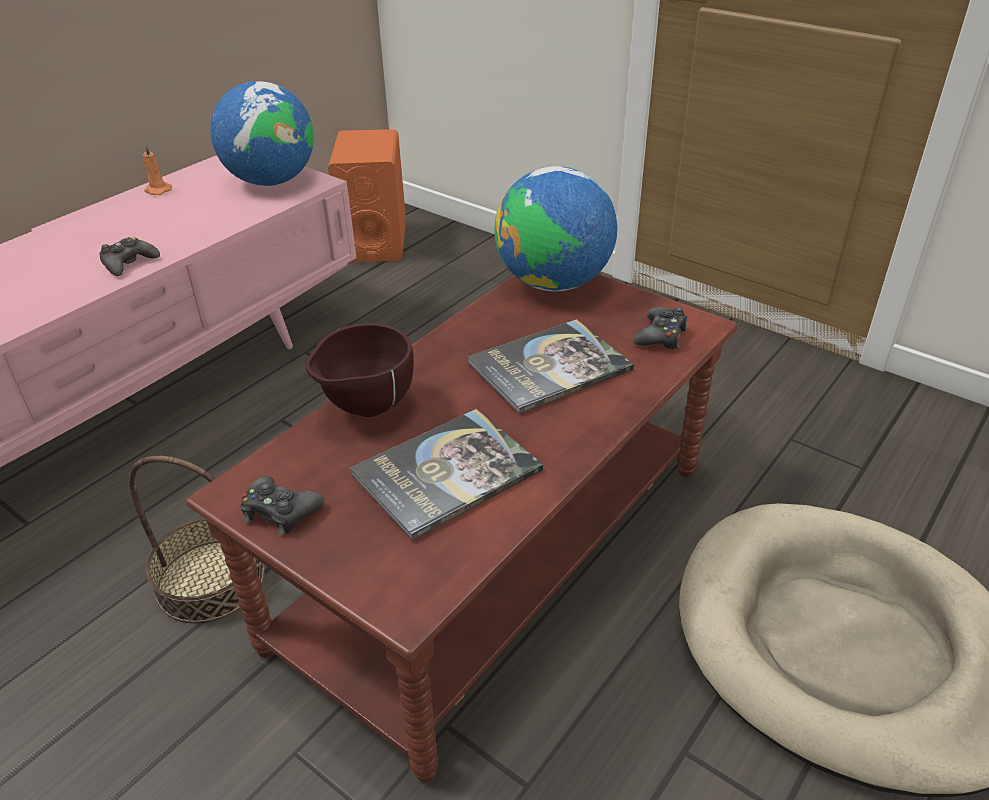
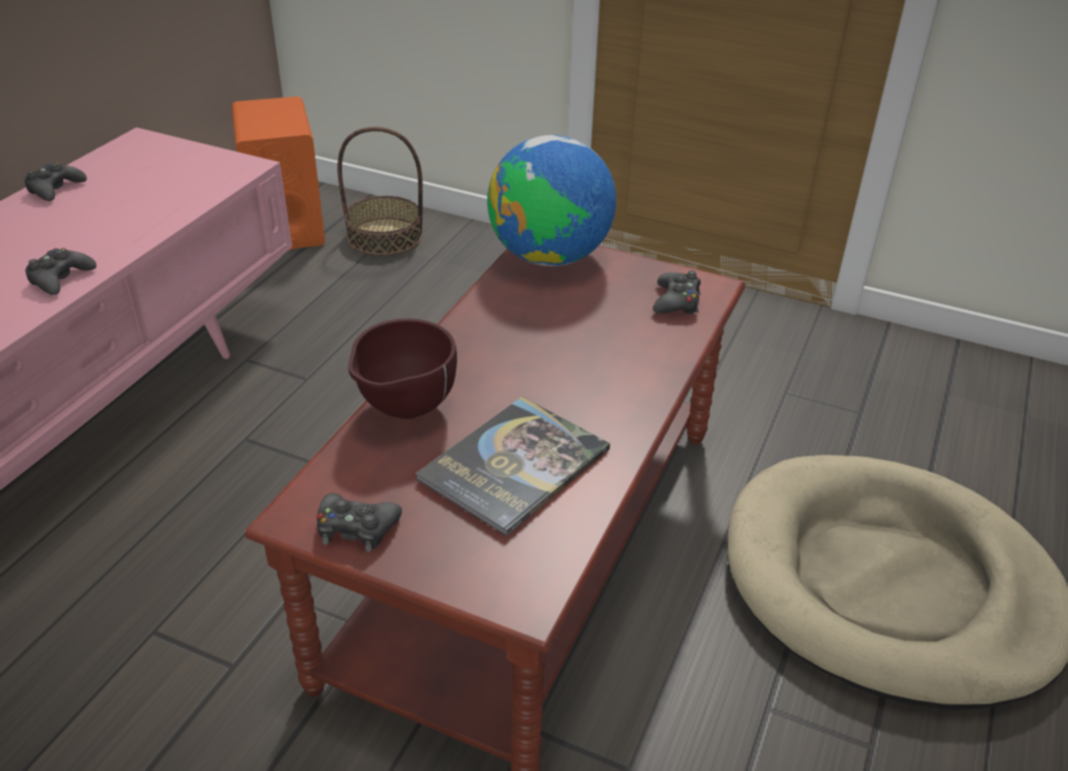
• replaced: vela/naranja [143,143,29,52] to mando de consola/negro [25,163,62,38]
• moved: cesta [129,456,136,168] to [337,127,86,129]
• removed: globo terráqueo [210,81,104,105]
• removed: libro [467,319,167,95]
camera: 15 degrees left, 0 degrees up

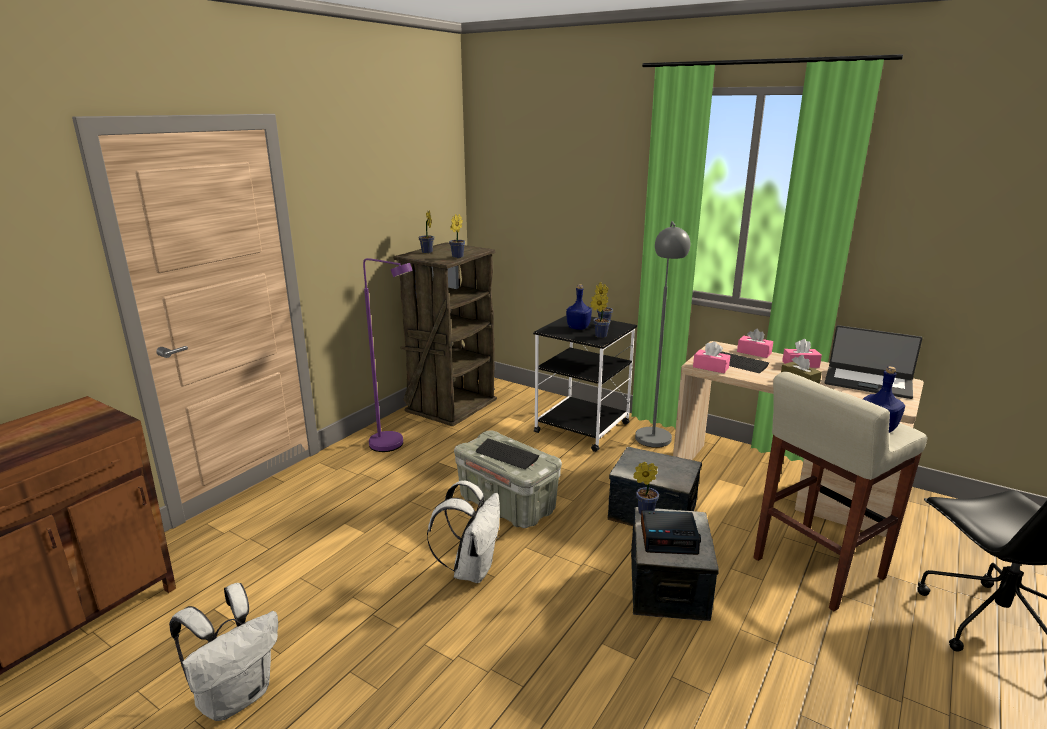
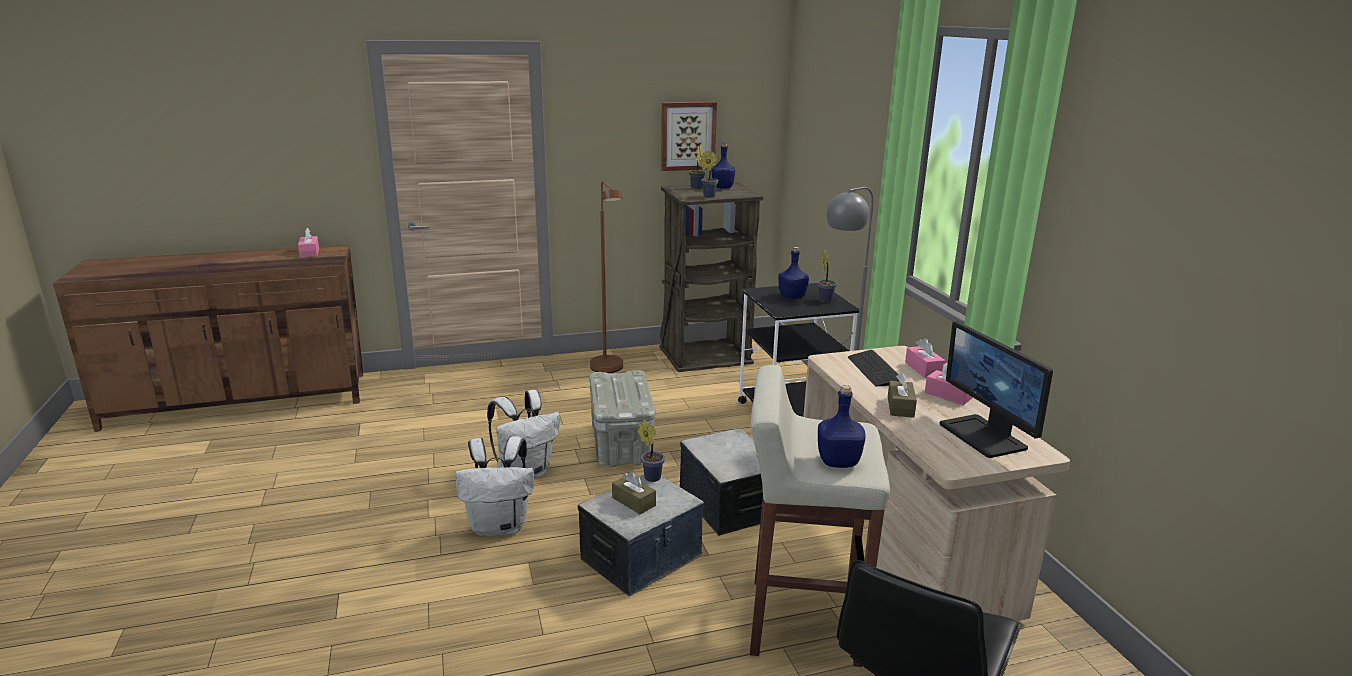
• moved: caja de pañuelos/rosa [693,342,38,31] to [298,228,21,30]
• moved: mochila/blanco [169,583,109,138] to [456,436,78,101]
• recoloured: lámpara de pie/morado [363,258,50,194] to lámpara de pie/marrón [590,181,33,192]
• replaced: despertador [641,510,60,45] to caja de pañuelos/marrón [612,471,44,43]
• added: cuadro [661,102,56,69]
• added: botella/azul [711,143,24,45]
• replaced: portátil [825,325,97,74] to monitor [939,321,114,137]
• removed: teclado [476,438,63,31]
• removed: planta en maceta [590,293,20,45]
camera: 40 degrees right, 0 degrees up

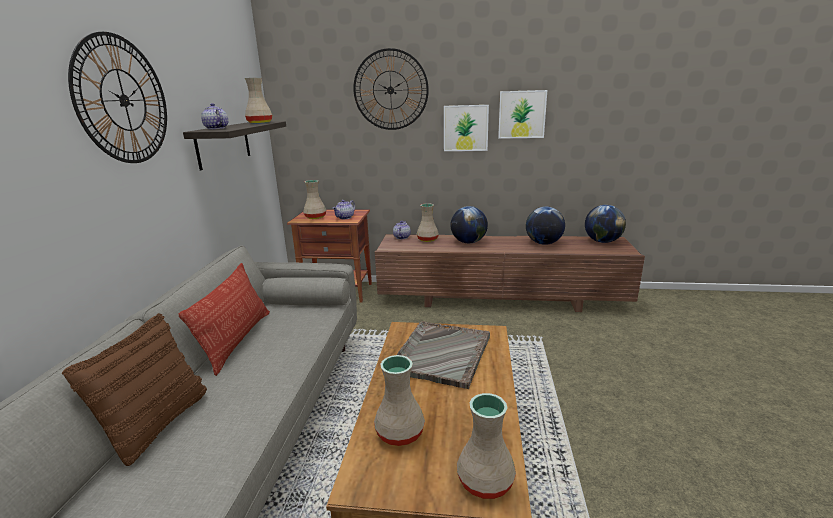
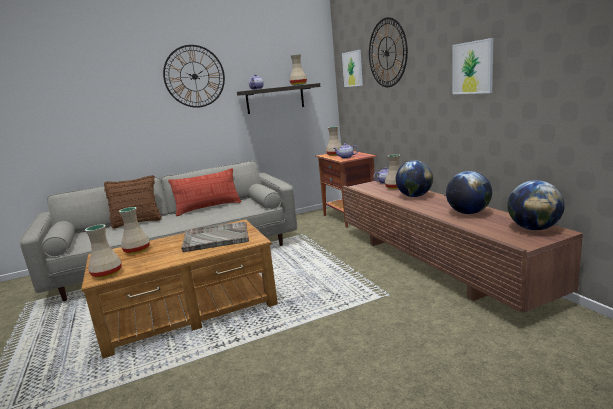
• moved: cuadro [444,105,45,46] to [342,50,21,37]
camera: 60 degrees right, 5 degrees down

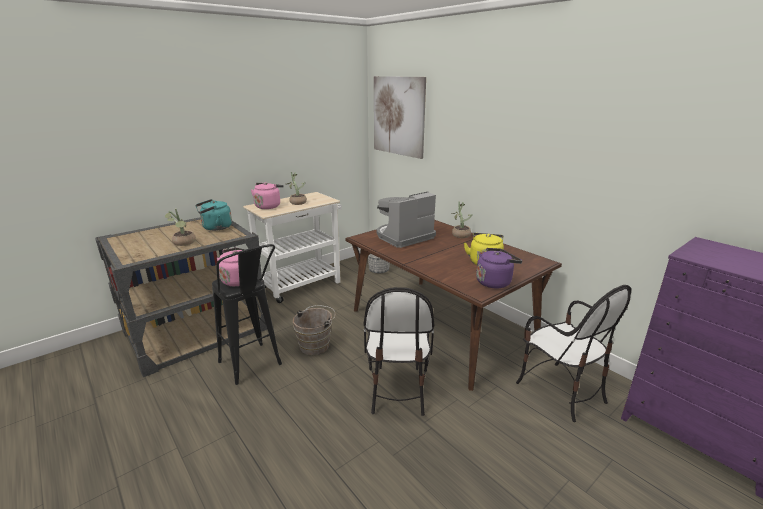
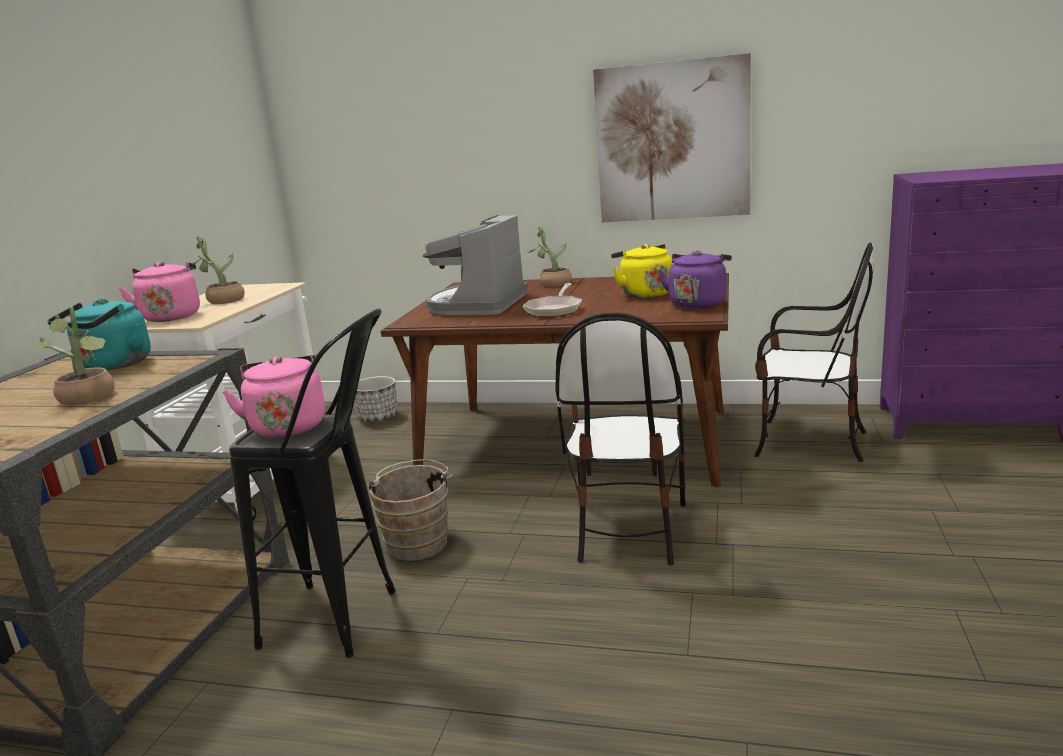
• added: sartén [523,283,59,34]
• turned: silla [363,287,72,129] = [556,313,130,252] 45 degrees clockwise
• moved: cuadro [374,76,52,83] to [593,53,158,169]
camera: 35 degrees left, 5 degrees down

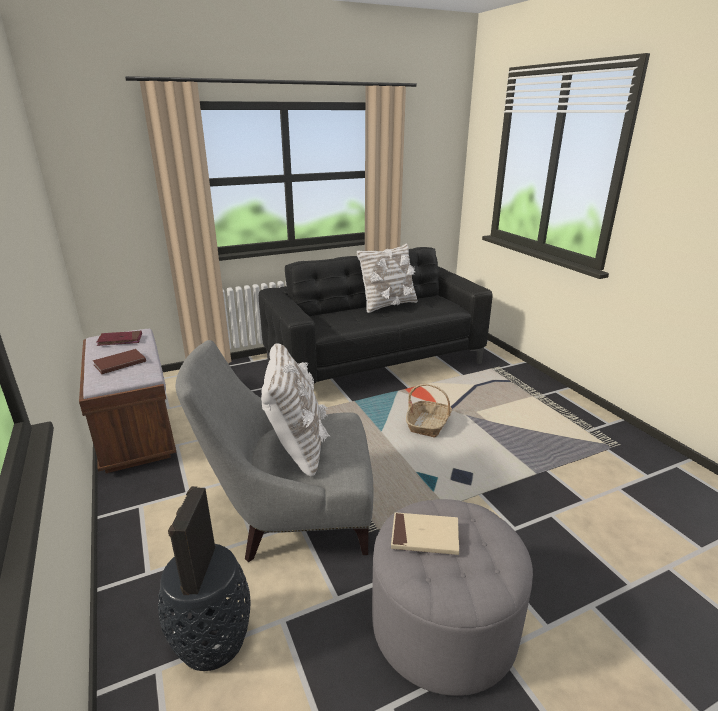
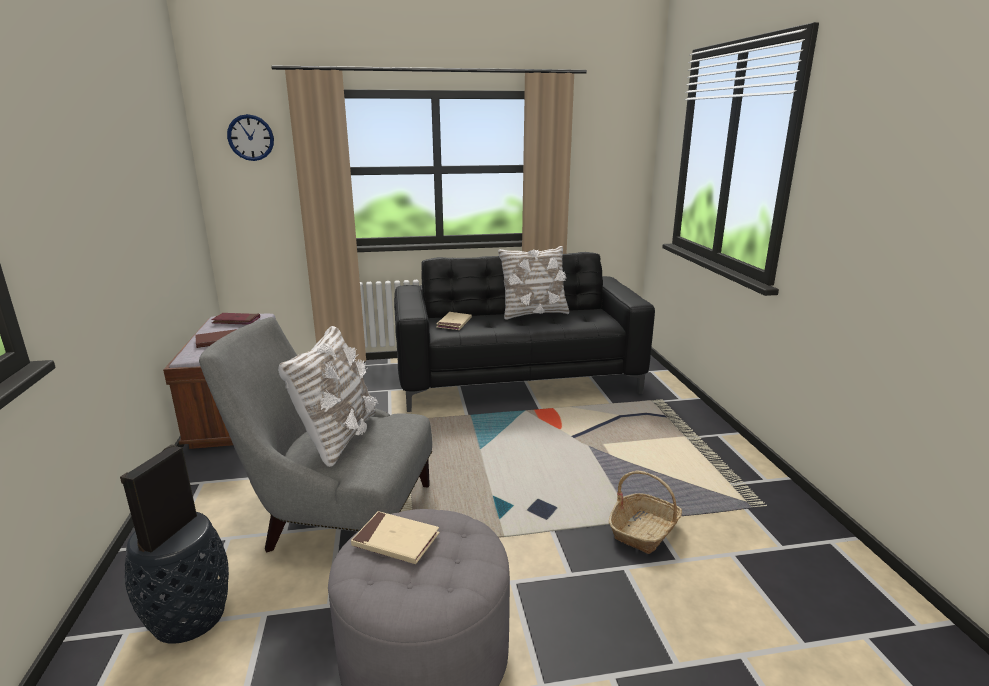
• added: reloj de pared [227,114,47,47]
• added: libro/beis [437,312,35,18]
• moved: cesta [406,384,46,54] to [609,470,73,84]
camera: 15 degrees right, 5 degrees down

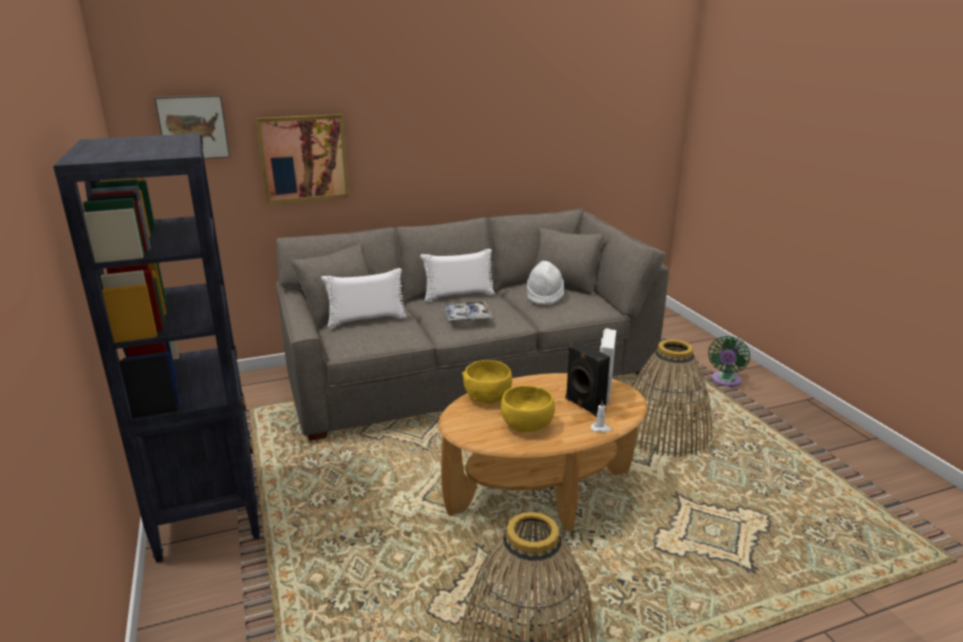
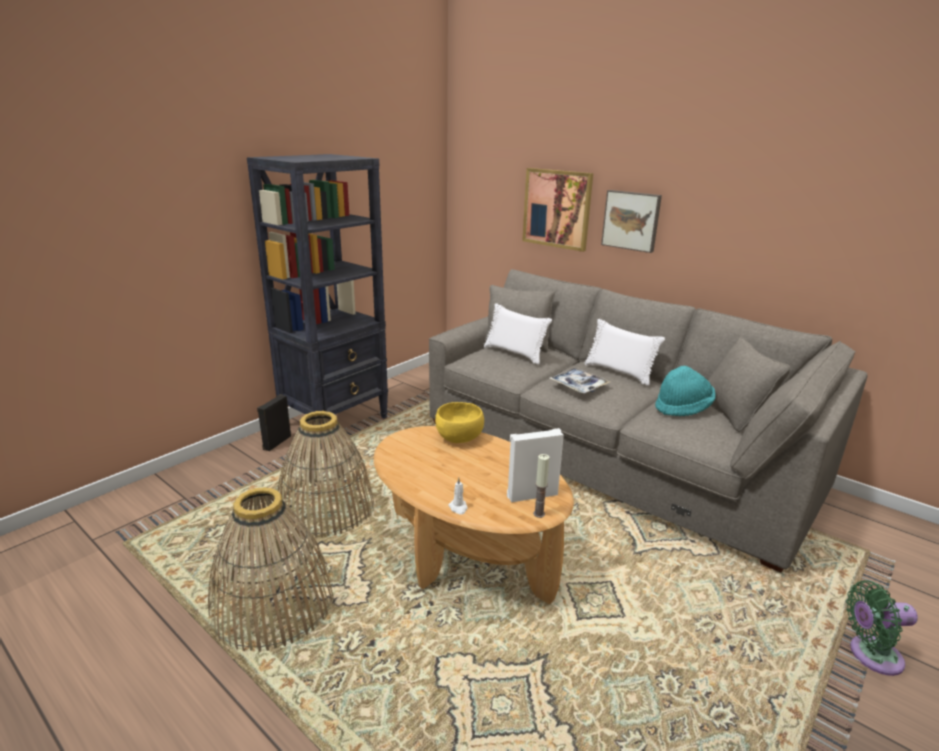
• moved: altavoz/negro [566,341,44,76] to [257,394,34,57]
• moved: cesta [632,339,80,118] to [278,411,96,127]
• added: vela [533,454,16,64]
• moved: cuadro [154,95,76,64] to [601,190,61,63]
• recoloured: sombrero/blanco [527,261,37,44] to sombrero/turquesa [655,365,61,51]
• removed: cuenco/amarillo [501,386,54,46]
camera: 60 degrees right, 0 degrees up

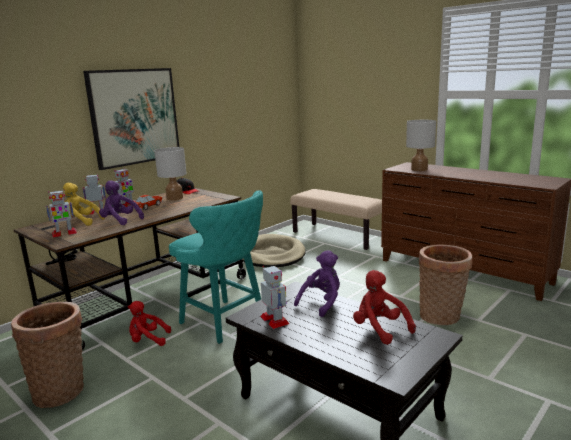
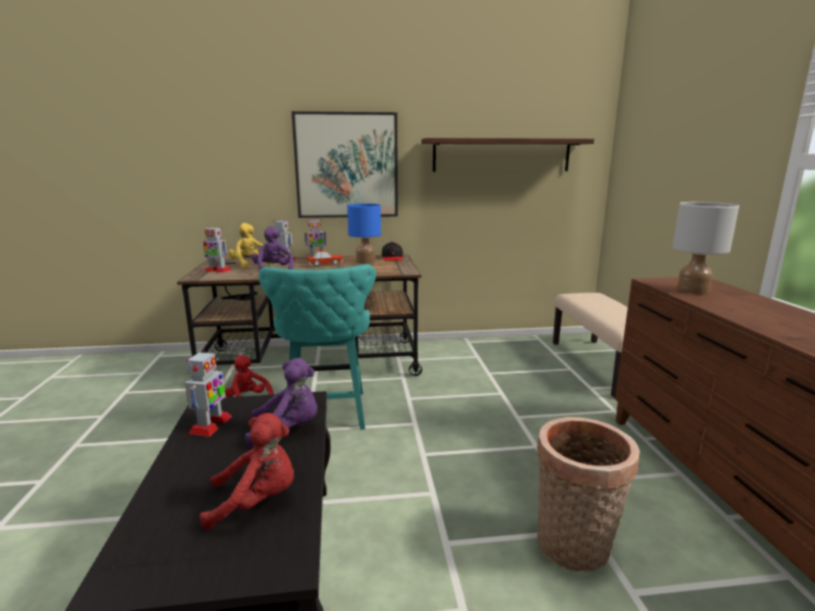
• turned: peluche/rojo [353,270,63,75] = [199,413,95,117] 75 degrees clockwise
• recoloured: lámpara de mesa/gris [154,147,33,53] to lámpara de mesa/azul [347,203,34,61]
• added: estante [422,138,172,34]
• removed: cesta [11,302,73,106]
• removed: cama para perro/beis [243,234,63,33]
camera: 40 degrees right, 0 degrees up

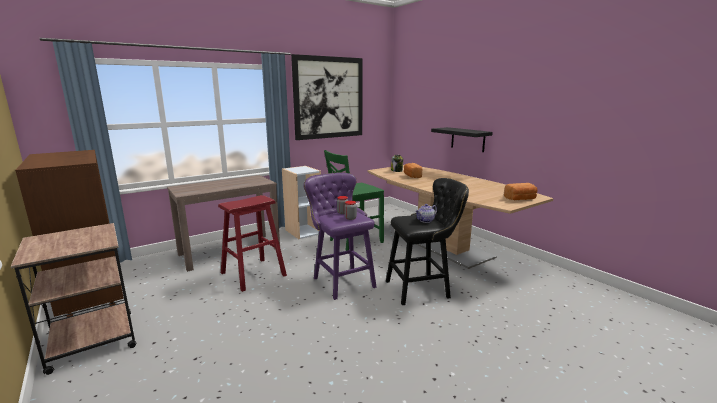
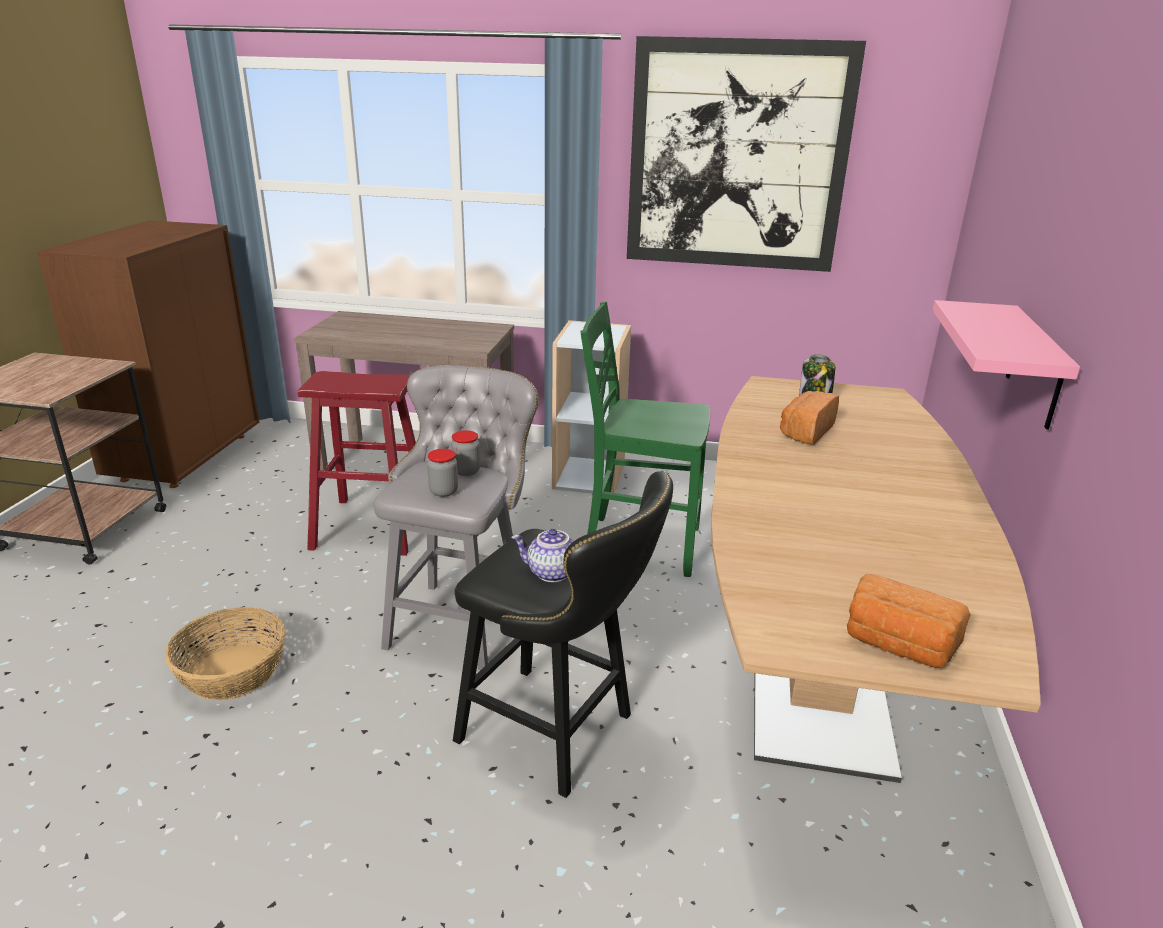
• added: cesta [165,607,121,93]
• recoloured: taburete/morado [303,172,74,128] to taburete/gris [373,364,166,306]
• recoloured: estante/negro [431,127,62,25] to estante/rosa [933,300,147,129]
camera: 45 degrees right, 10 degrees up

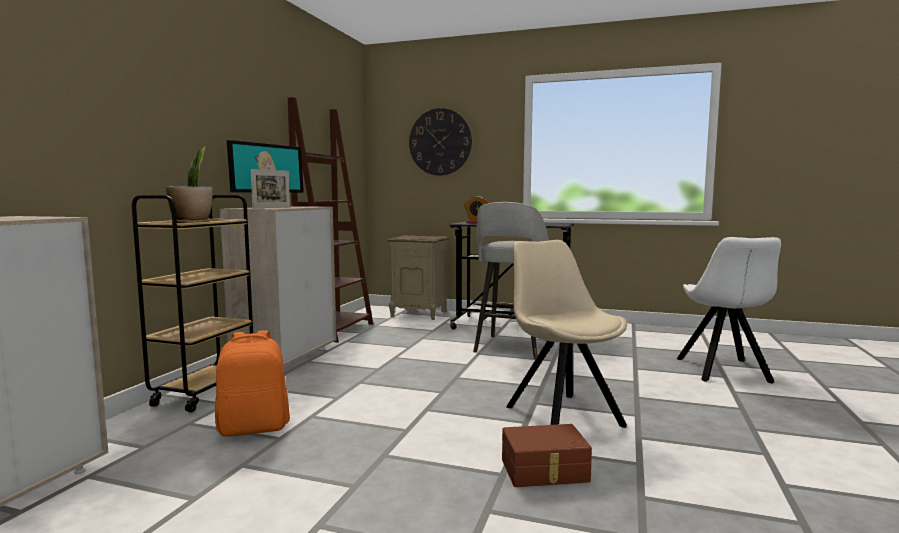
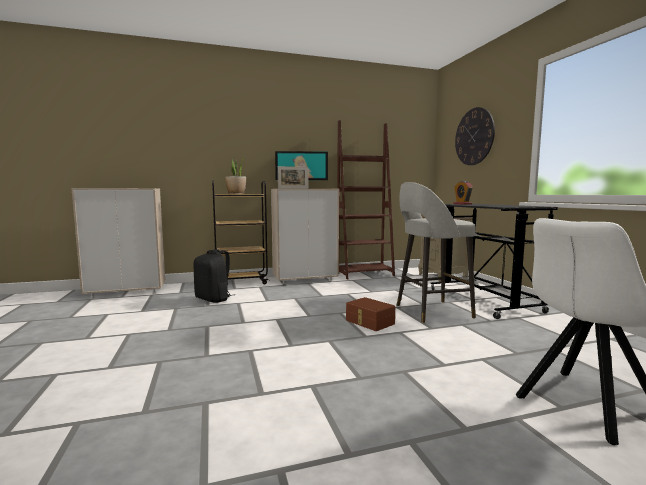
• recoloured: mochila/naranja [215,330,75,107] to mochila/negro [193,249,42,54]
• moved: caja de almacenaje/marrón [502,424,90,63] to [346,297,49,34]
• removed: silla/beis [506,240,121,188]
camera: 55 degrees right, 0 degrees up

